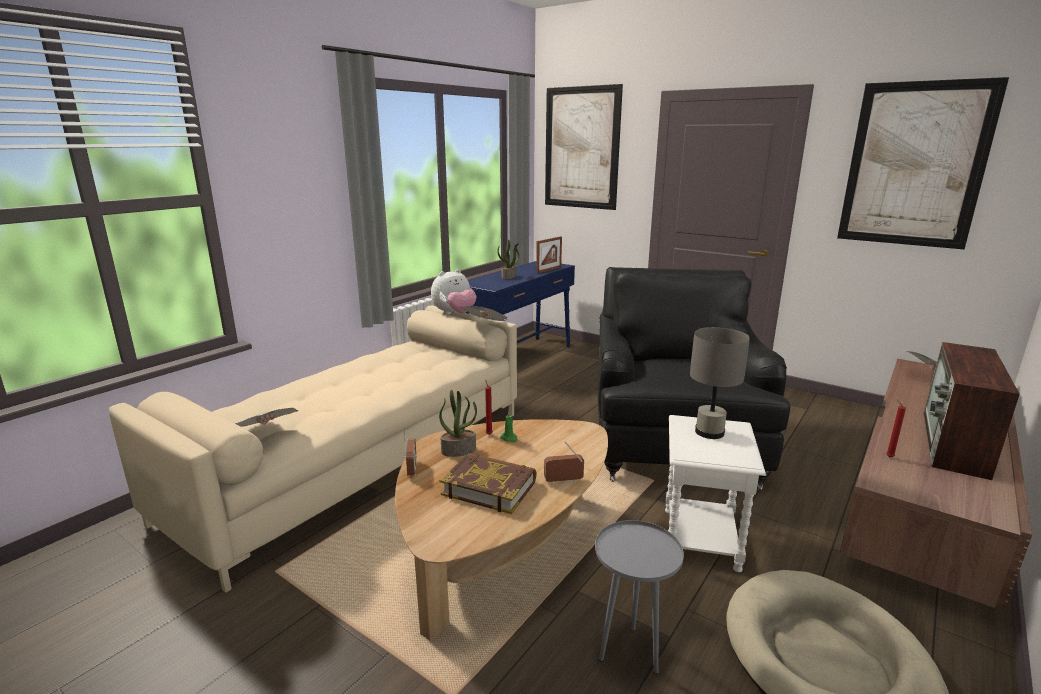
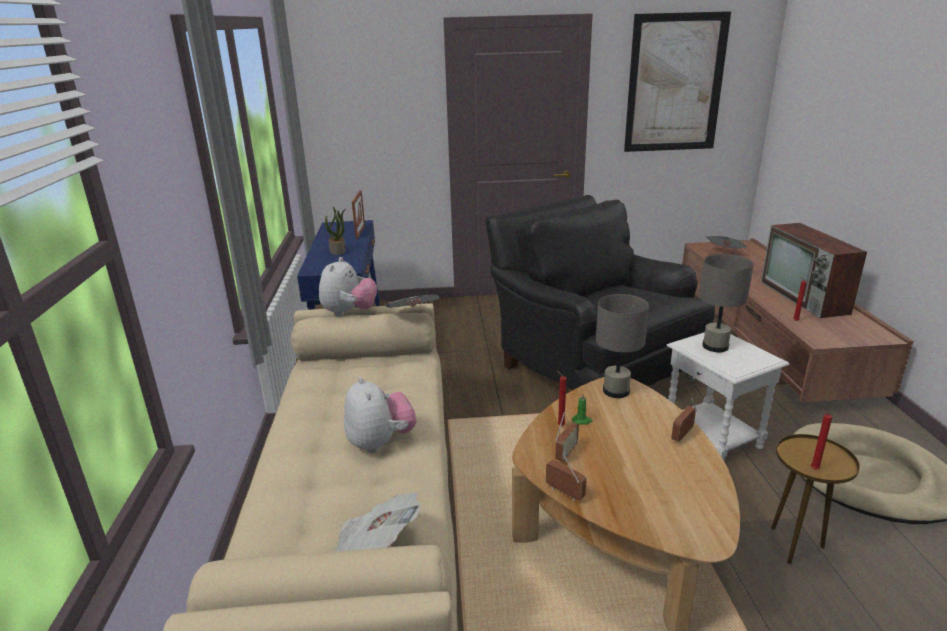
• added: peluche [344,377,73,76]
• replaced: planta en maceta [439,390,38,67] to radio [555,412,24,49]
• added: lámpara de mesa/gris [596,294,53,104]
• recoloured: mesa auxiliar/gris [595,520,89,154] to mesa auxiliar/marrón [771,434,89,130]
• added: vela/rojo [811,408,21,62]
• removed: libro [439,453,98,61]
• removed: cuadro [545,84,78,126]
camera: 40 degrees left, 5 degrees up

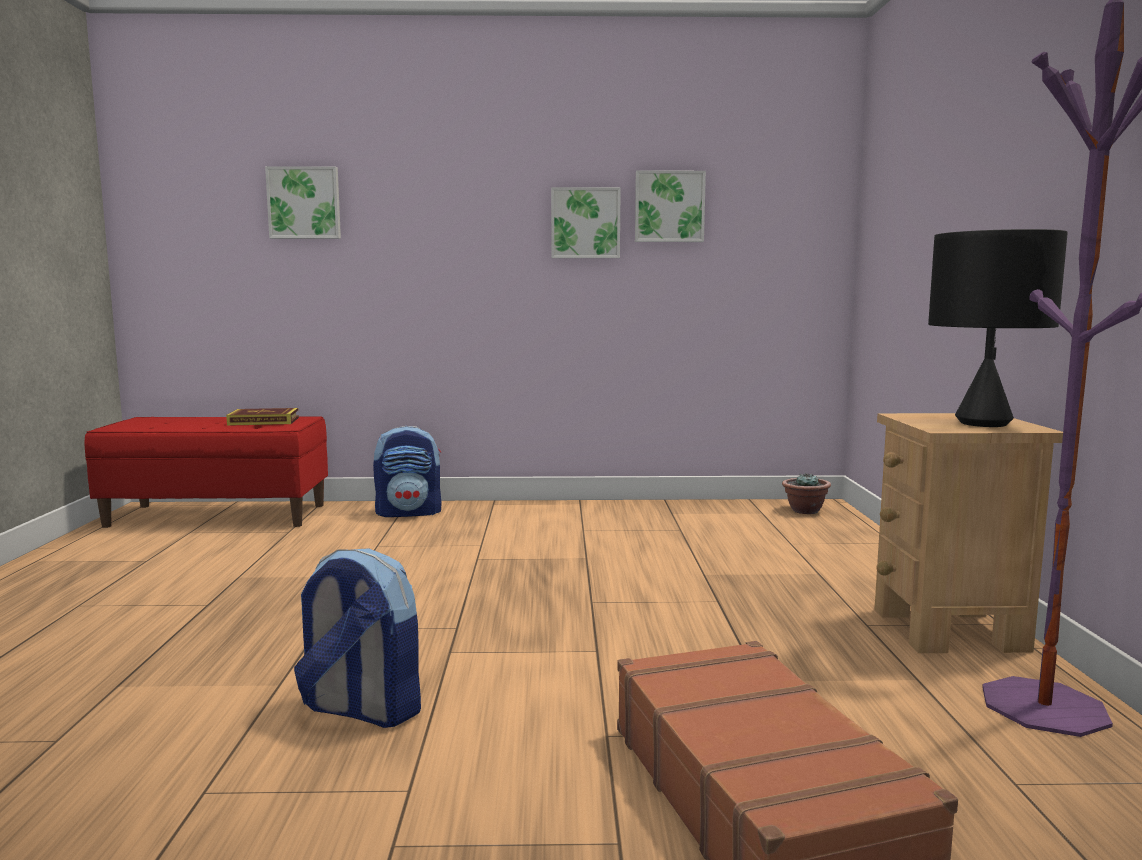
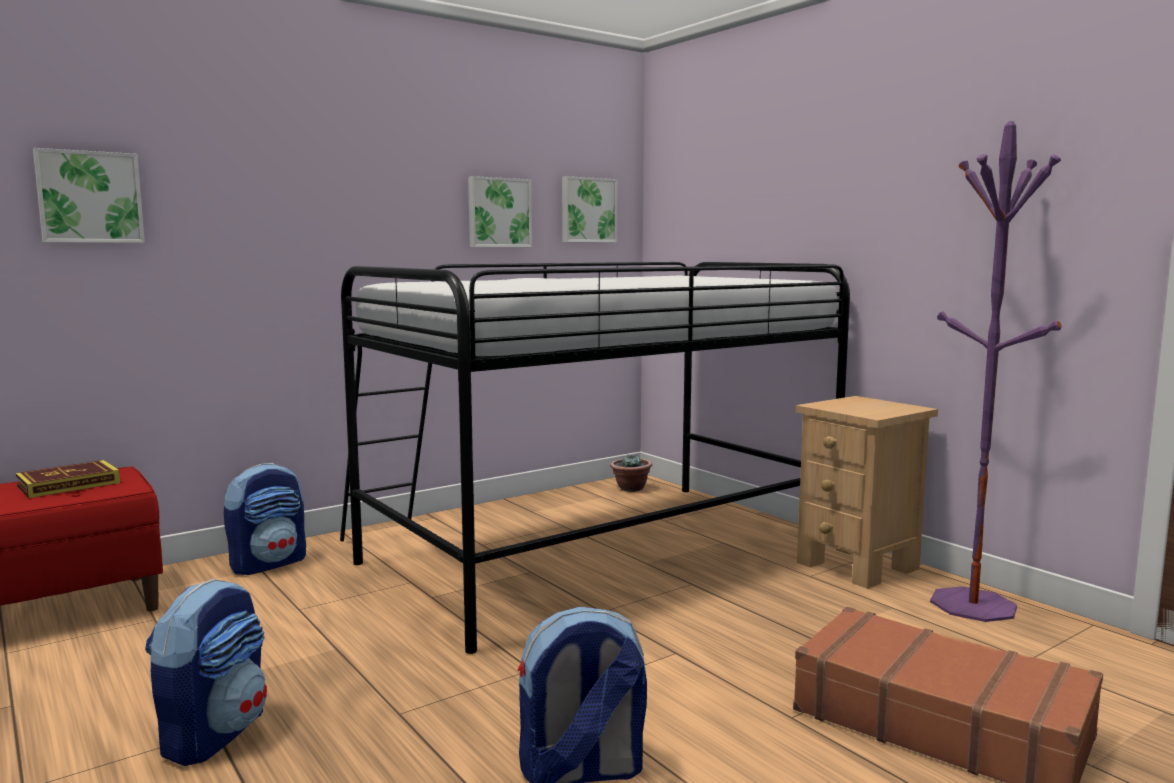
• added: mochila [145,579,122,187]
• added: cama/negro [340,262,510,392]
• moved: cuadro [551,187,70,71] to [562,176,56,66]
• removed: lámpara de mesa/negro [928,229,140,198]
camera: 35 degrees left, 0 degrees up

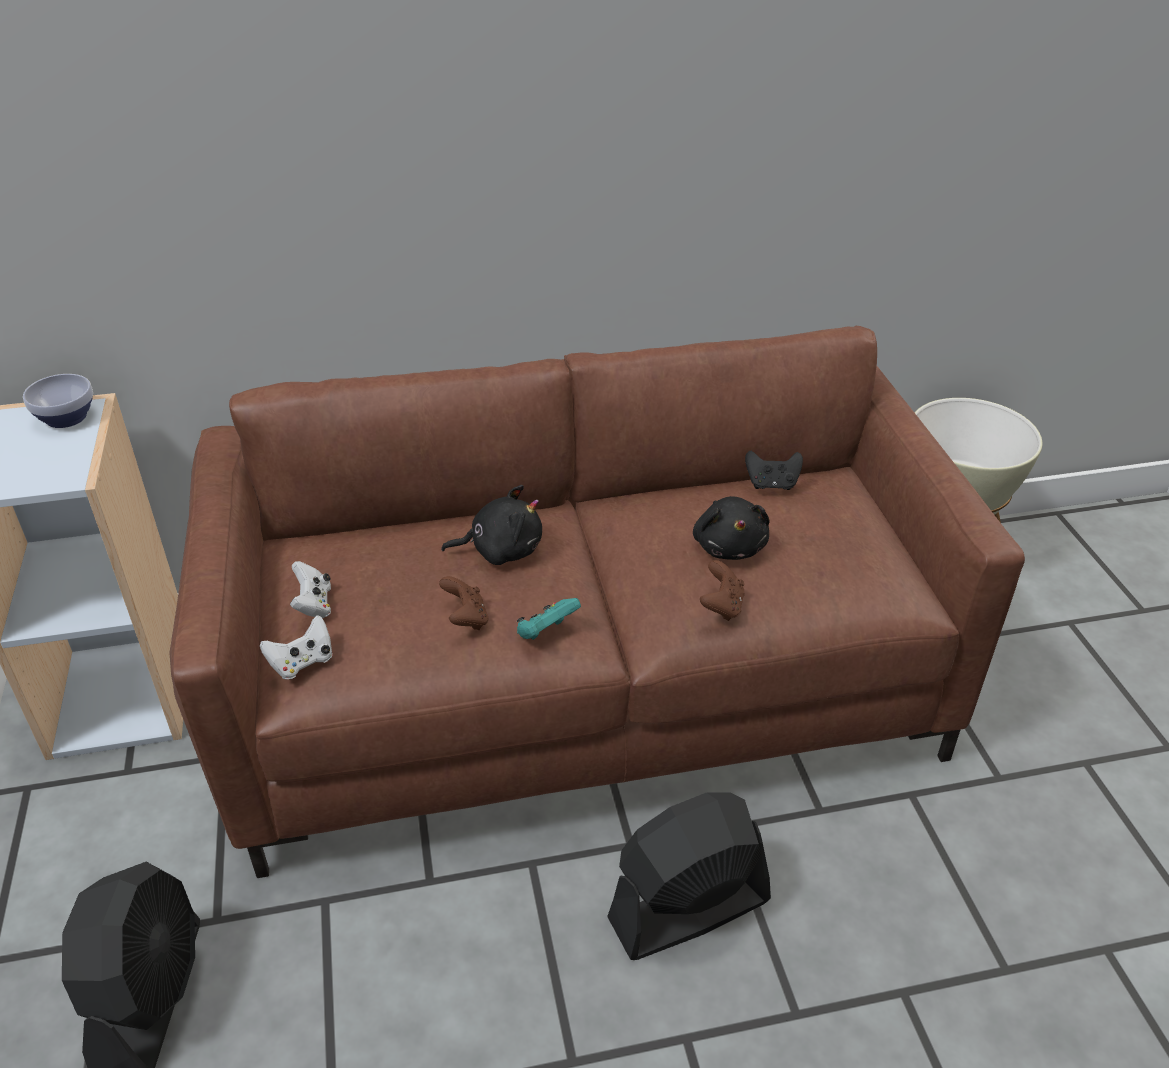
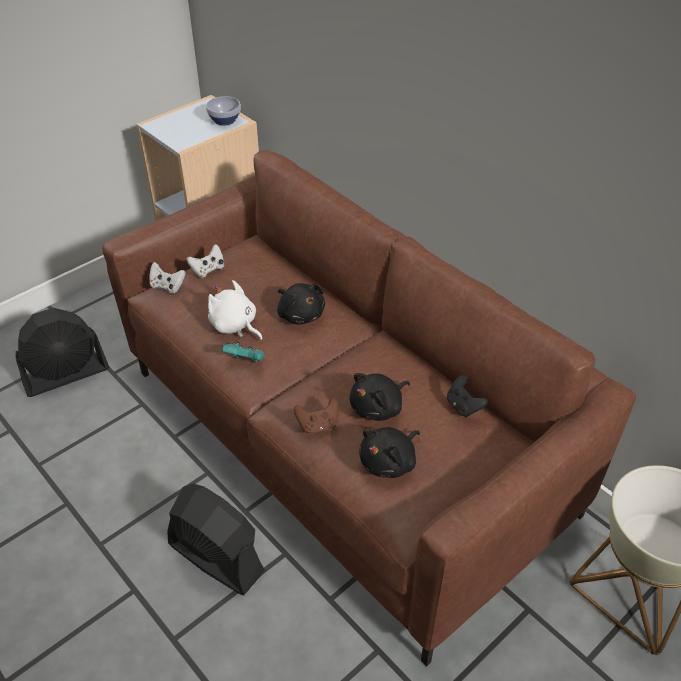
• replaced: mando de consola/marrón [439,576,49,54] to peluche/blanco [208,280,55,61]
• added: peluche/negro [359,427,61,51]
camera: 60 degrees right, 5 degrees up

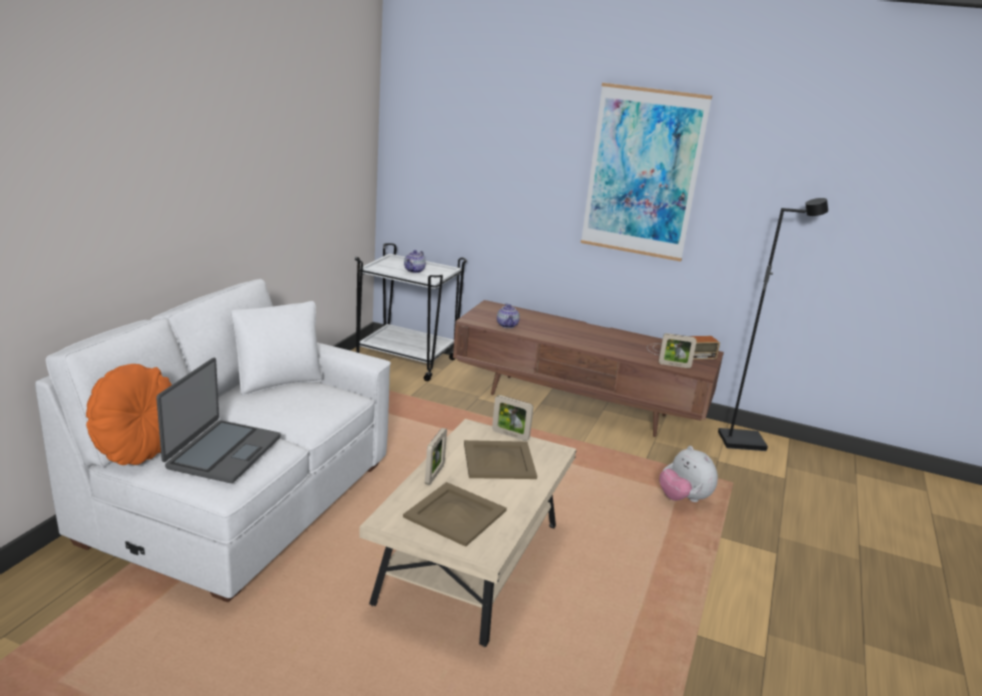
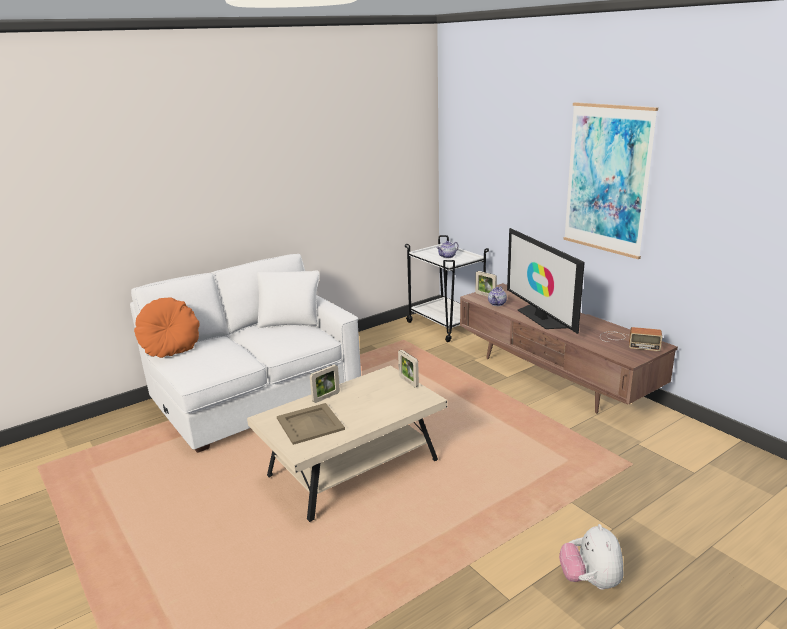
• moved: portarretratos [659,333,38,35] to [475,271,22,25]
• added: televisor [507,228,78,106]
• moved: peluche [659,446,59,56] to [559,524,64,66]
• removed: portátil [156,358,125,125]
• removed: bandeja/beis [464,440,73,39]
• removed: lámpara de pie/negro [718,198,110,253]
camera: 35 degrees right, 0 degrees up

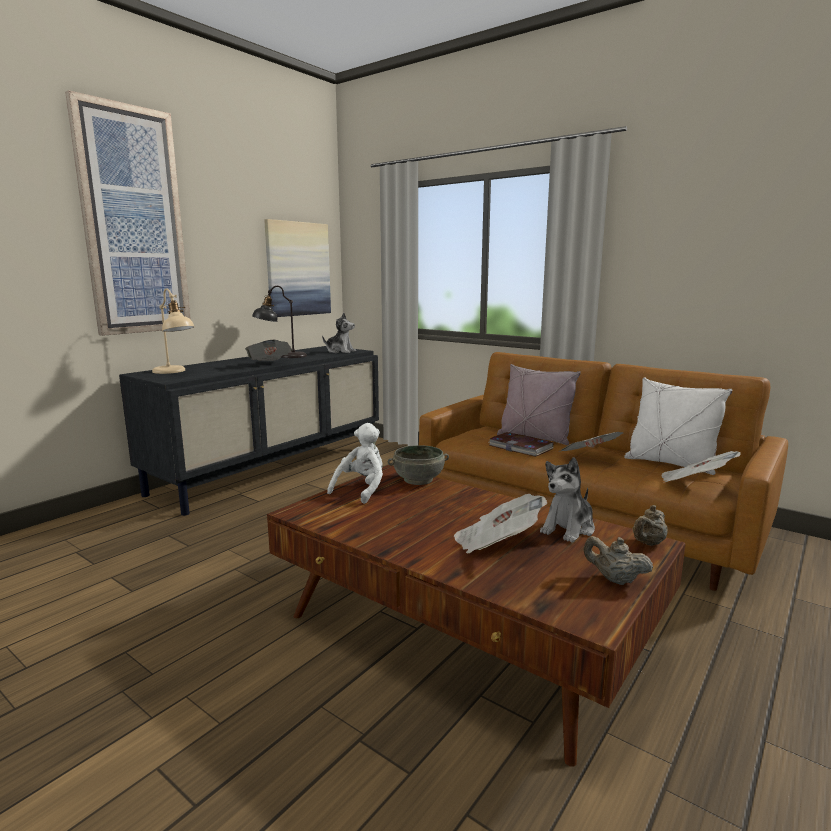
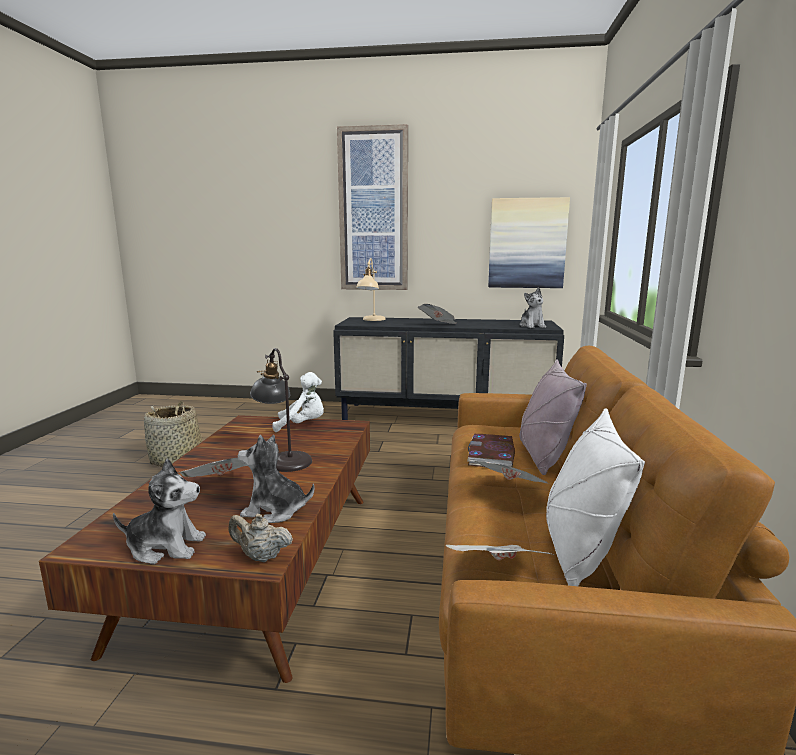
• replaced: tetera/beis [583,536,70,49] to peluche [113,458,93,106]
• added: cesta [144,401,58,66]
• moved: lámpara de mesa/gris [252,286,55,72] to [250,348,62,124]
• removed: cuenco/gris [388,445,61,40]
camera: 60 degrees right, 0 degrees up

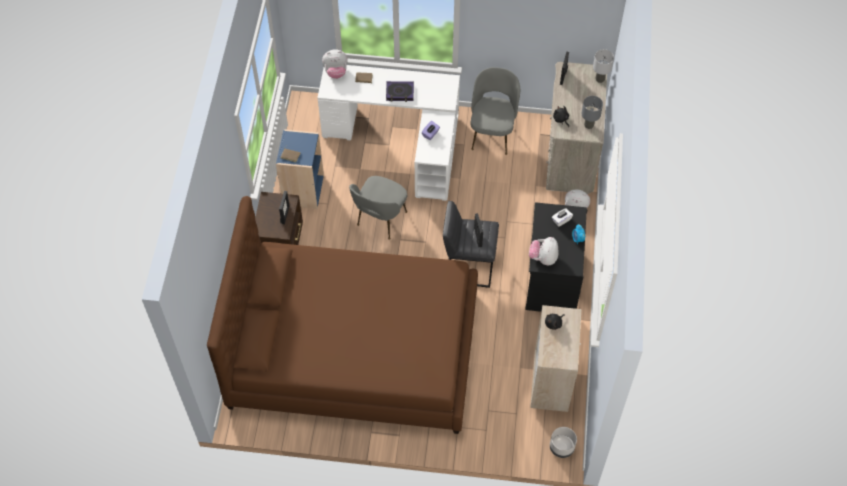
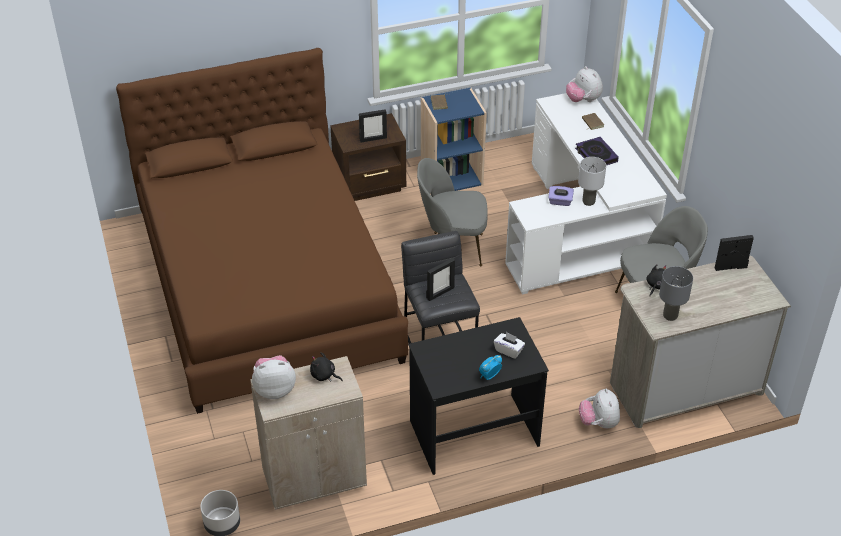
• moved: peluche [529,237,29,28] to [252,355,44,44]
• moved: lámpara de mesa/blanco [593,49,21,34] to [578,157,28,49]
camera: 65 degrees right, 15 degrees down

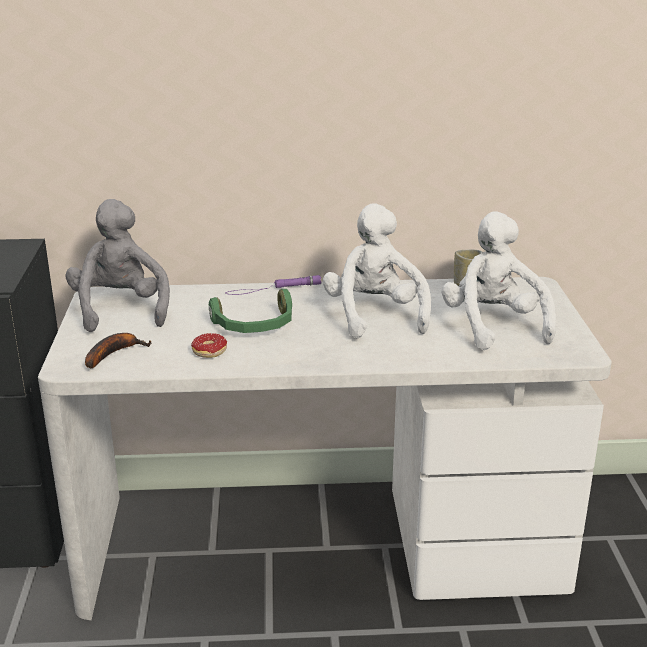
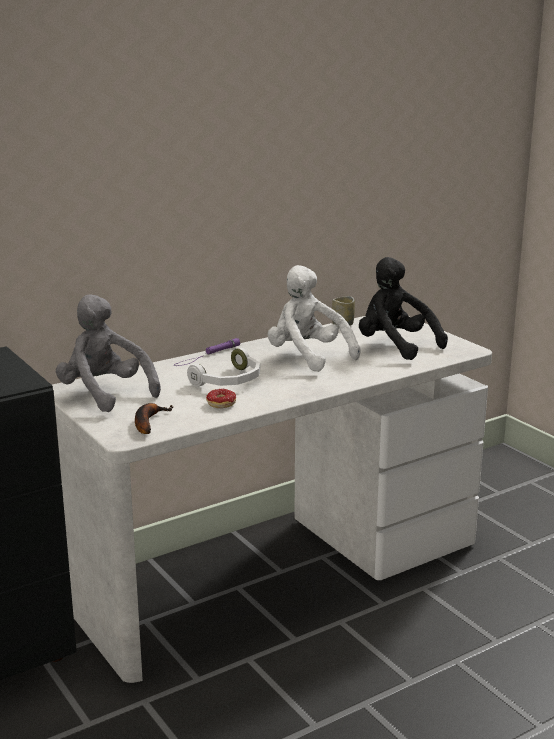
• recoloured: auriculares/verde [209,289,83,44] to auriculares/blanco [187,348,73,38]
• recoloured: peluche/blanco [441,212,115,138] to peluche/negro [359,257,89,103]
camera: 30 degrees left, 5 degrees down

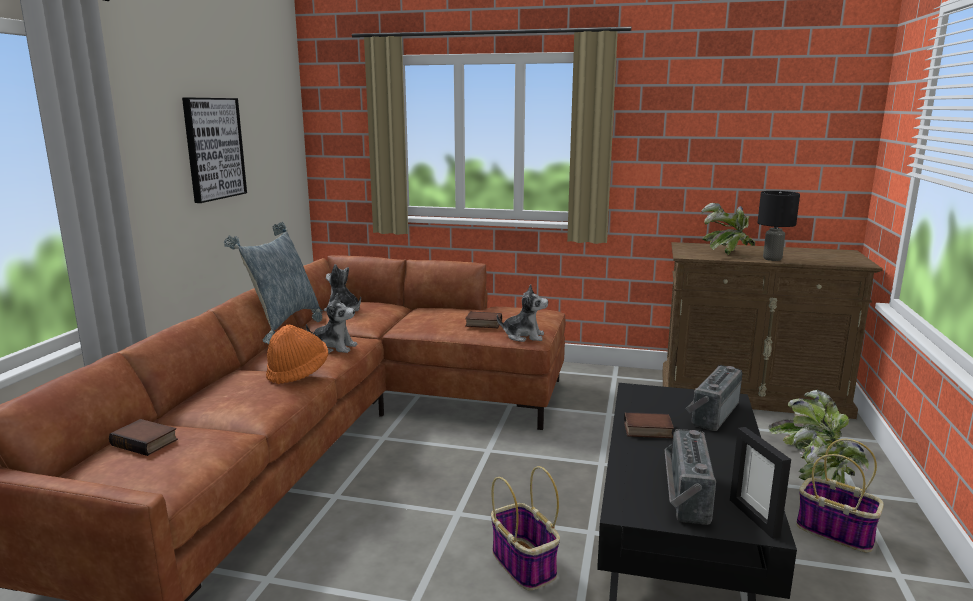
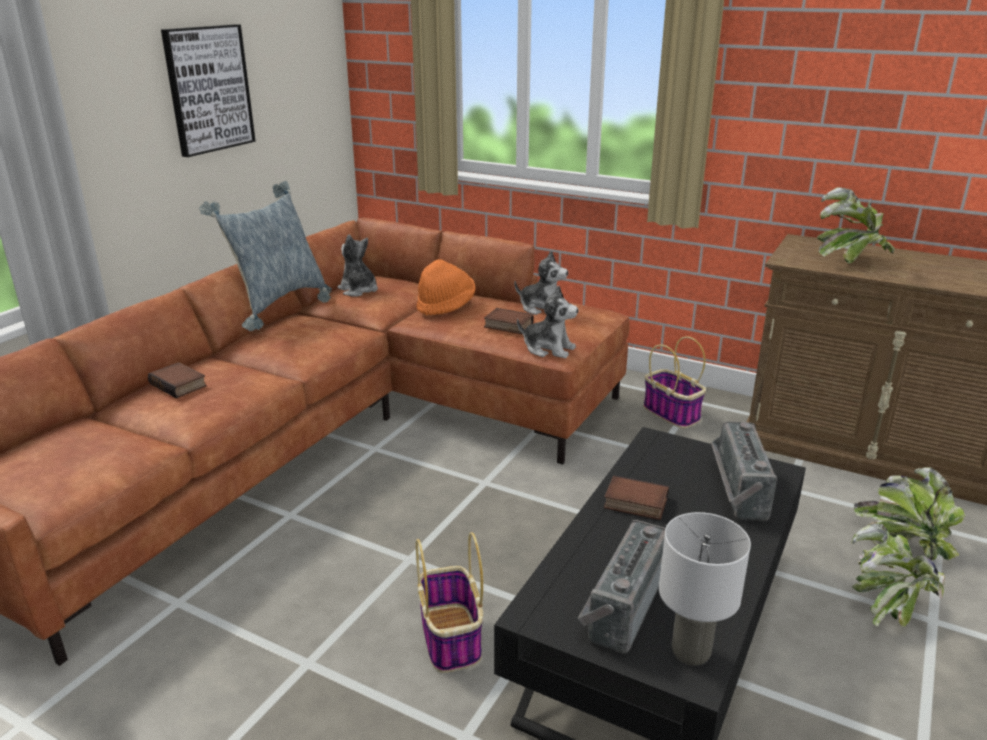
• moved: libro [109,419,69,37] to [148,362,59,36]
• moved: sombrero/naranja [266,325,62,59] to [417,259,58,57]
• moved: peluche [306,293,51,60] to [514,250,54,65]
• moved: cesta [796,439,88,114] to [644,336,62,92]
• replaced: portarretratos [730,427,61,112] to lámpara de mesa/blanco [659,512,92,154]
• turned: radio [686,365,56,66] = [711,422,66,99] 45 degrees counterclockwise
• removed: lámpara de mesa/negro [757,191,43,70]
camera: 15 degrees right, 10 degrees up

